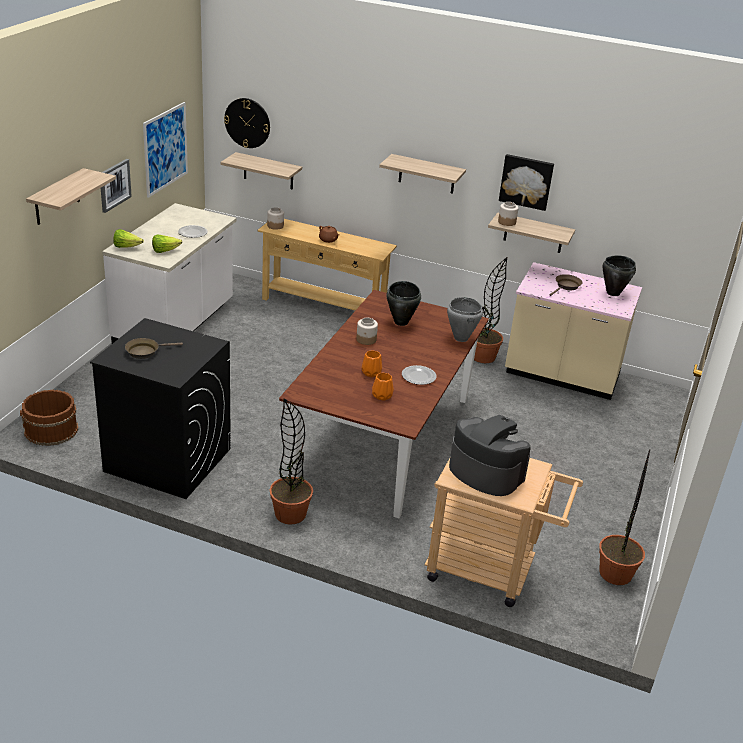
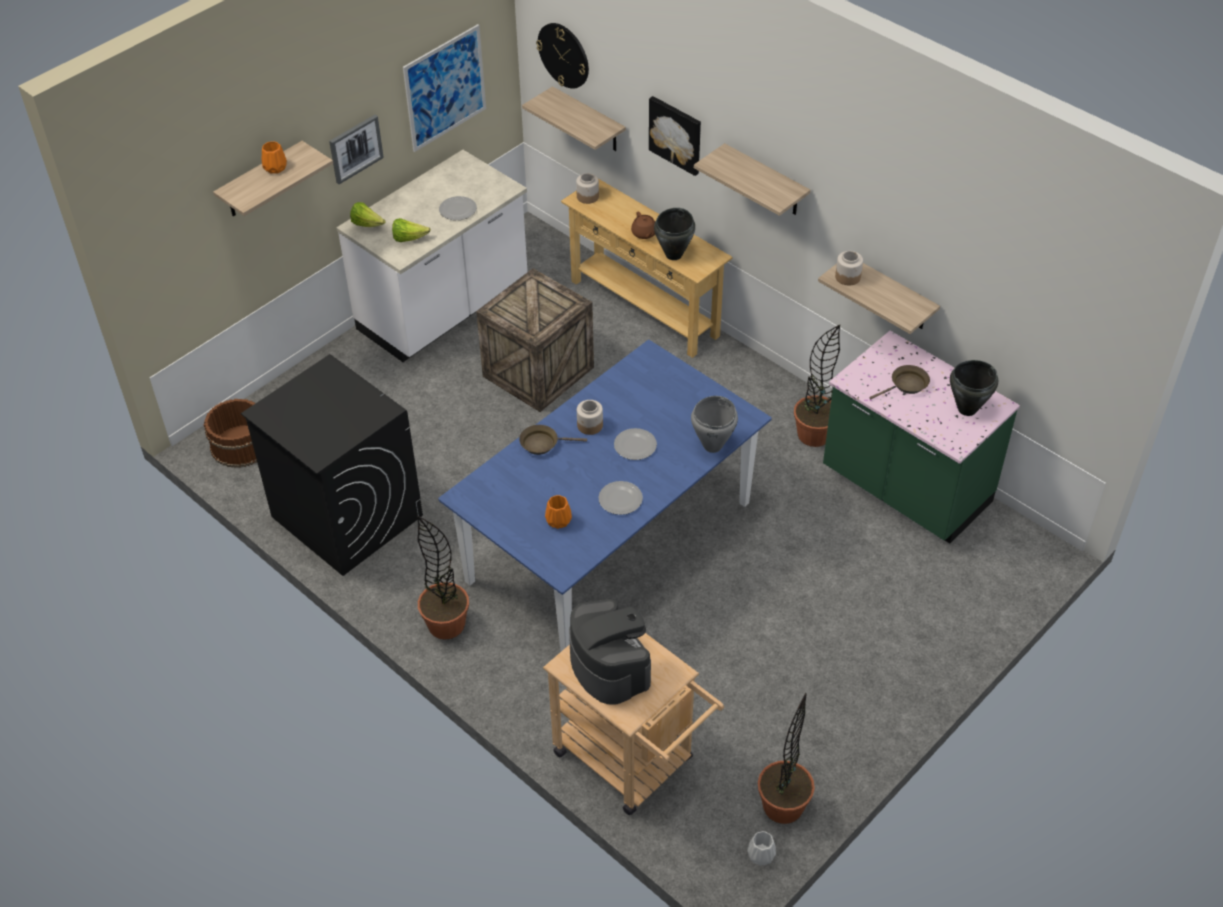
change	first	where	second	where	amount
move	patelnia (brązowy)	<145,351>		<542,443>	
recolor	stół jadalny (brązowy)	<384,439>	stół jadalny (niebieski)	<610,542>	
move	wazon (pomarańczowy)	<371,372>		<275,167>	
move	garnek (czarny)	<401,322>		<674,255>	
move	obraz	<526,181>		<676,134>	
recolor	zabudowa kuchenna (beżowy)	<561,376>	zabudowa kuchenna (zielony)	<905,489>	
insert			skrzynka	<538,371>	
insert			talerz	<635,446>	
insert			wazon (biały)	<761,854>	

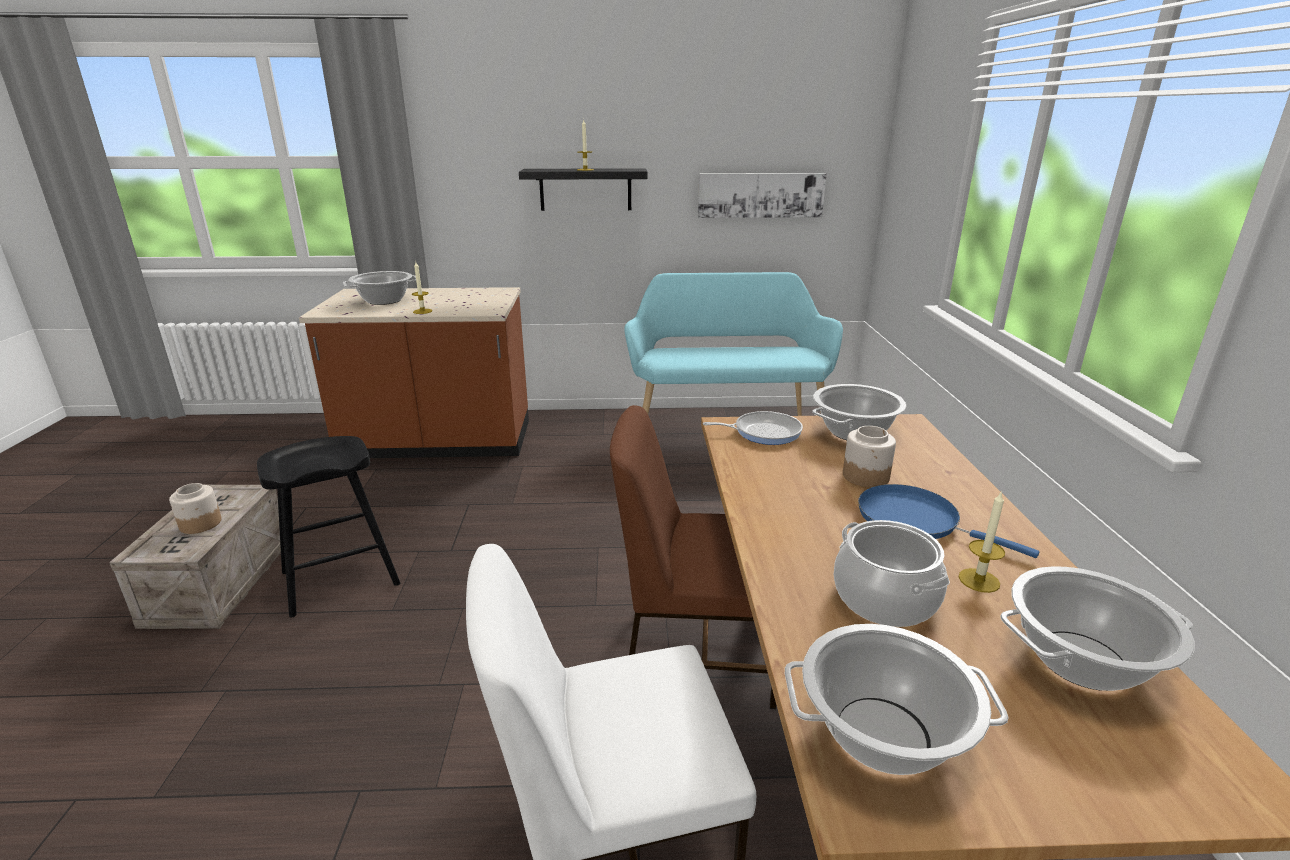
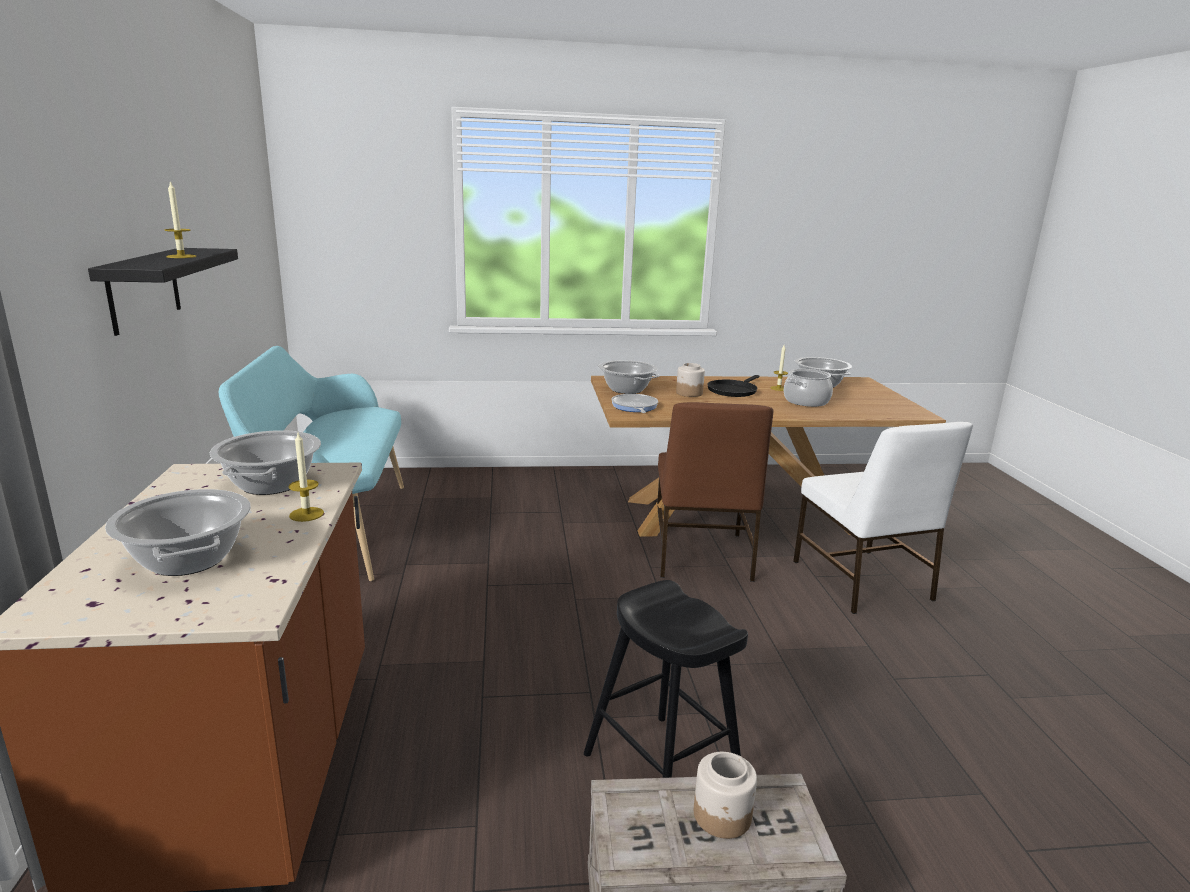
change	first	where	second	where	amount
delete	obraz	<760,195>			
move	garnek	<883,734>		<270,484>	
recolor	patelnia (niebieski)	<915,520>	patelnia (czarny)	<733,390>	

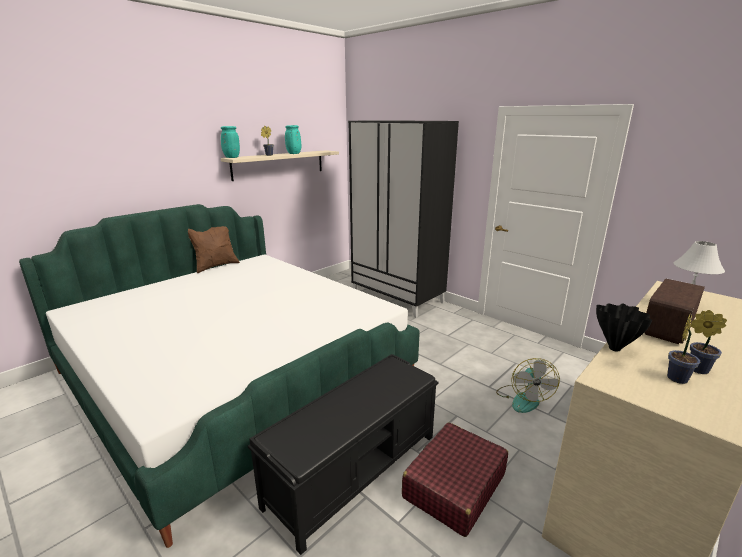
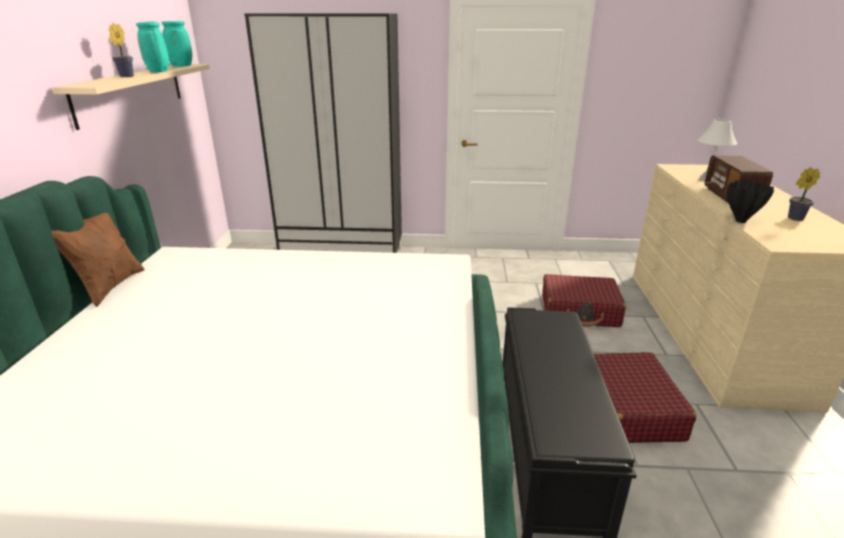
change	first	where	second	where	amount
move	wazon (turkusowy)	<231,157>		<180,66>	
replace	wentylator	<523,398>	walizka (czerwony)	<579,311>	
delete	roślina doniczkowa	<677,377>			

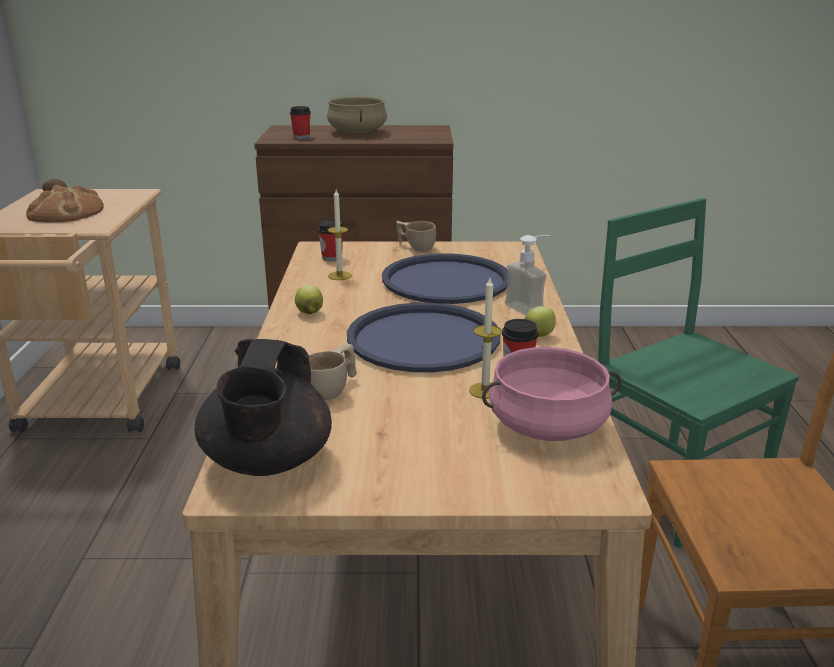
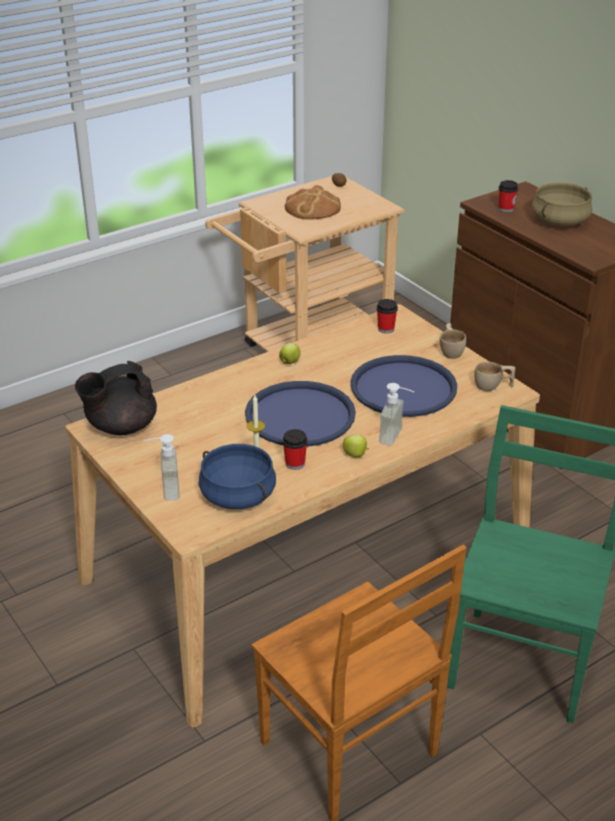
change	first	where	second	where	amount
move	filiżanka (beżowy)	<333,389>		<493,387>	
delete	świeca	<339,276>			
recolor	garnek (różowy)	<547,426>	garnek (niebieski)	<237,496>	
insert			dozownik mydła	<163,489>	

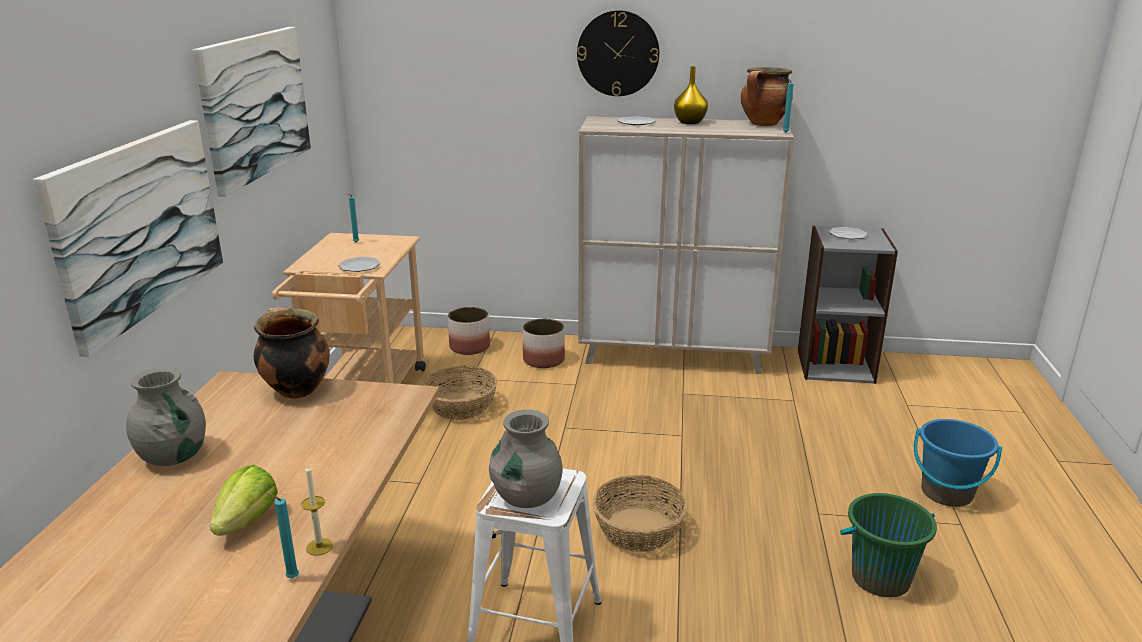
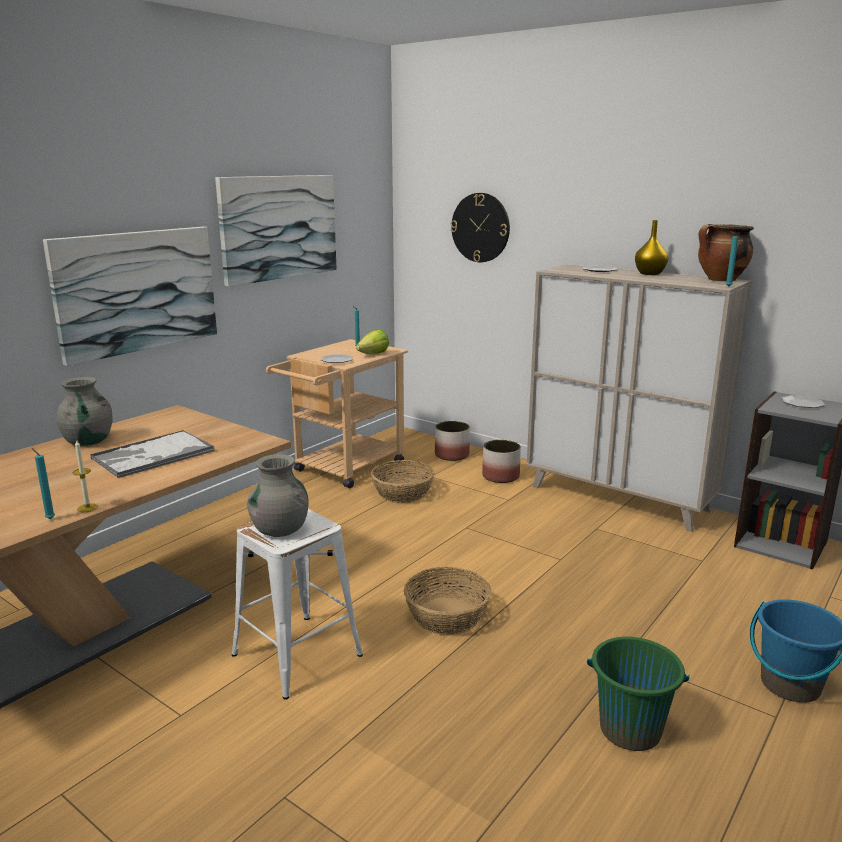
change	first	where	second	where	amount
move	sałata	<247,521>		<373,354>	
delete	garnek	<295,389>			
move	zegar ścienny	<618,53>		<480,227>	
insert			taca	<152,455>	

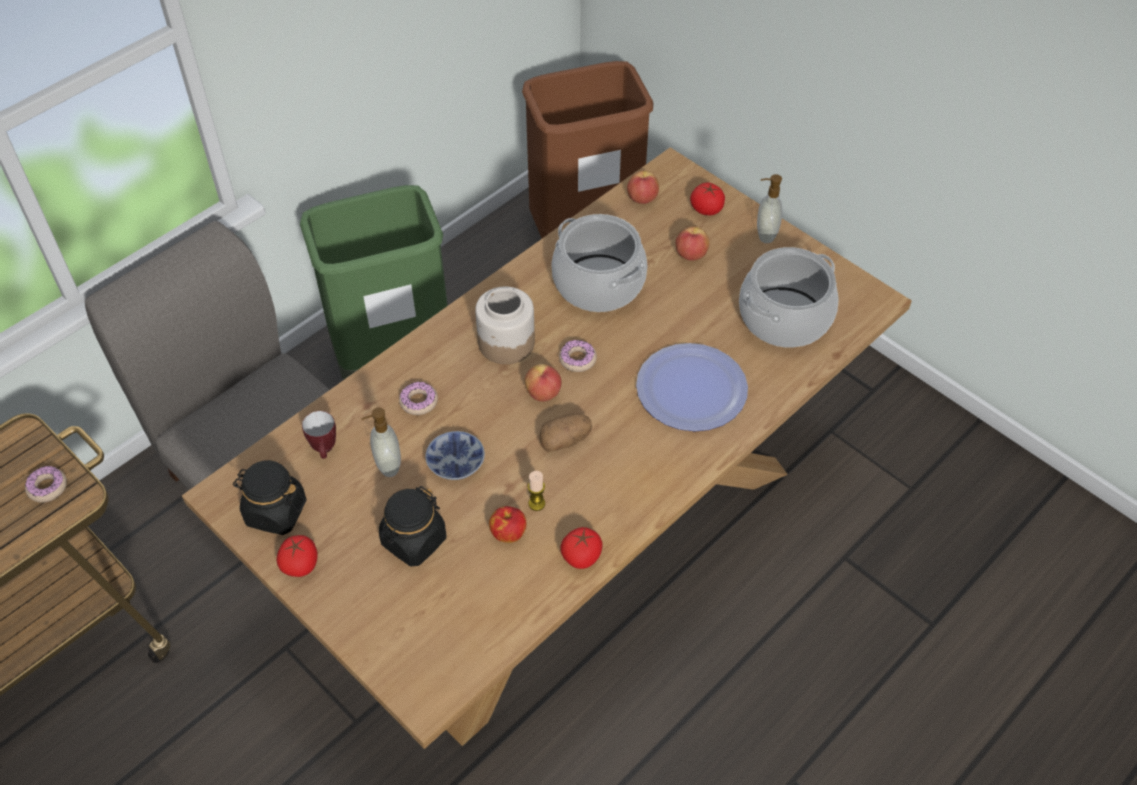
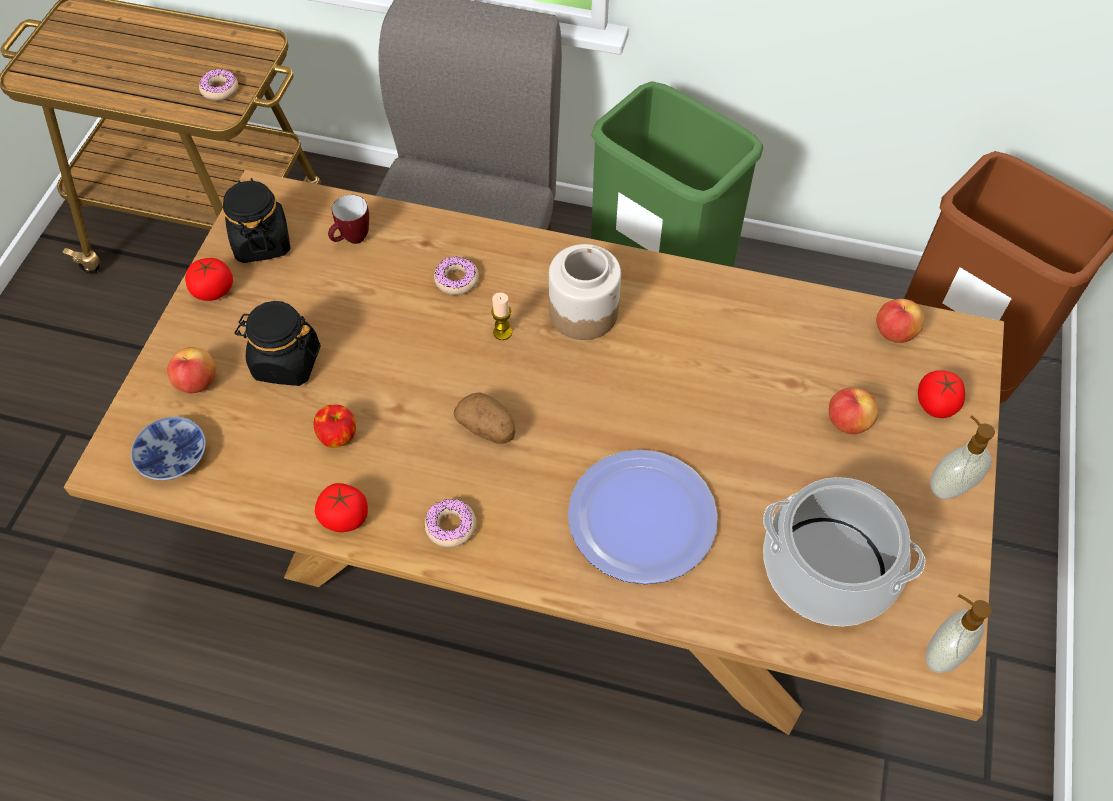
change	first	where	second	where	amount
move	dozownik mydła	<387,465>		<941,653>	
move	miska	<458,463>		<174,459>	
move	jabłko	<543,393>		<197,382>	
move	świeca	<536,503>		<502,332>	
delete	garnek	<598,284>			
move	donut	<577,359>		<450,526>	

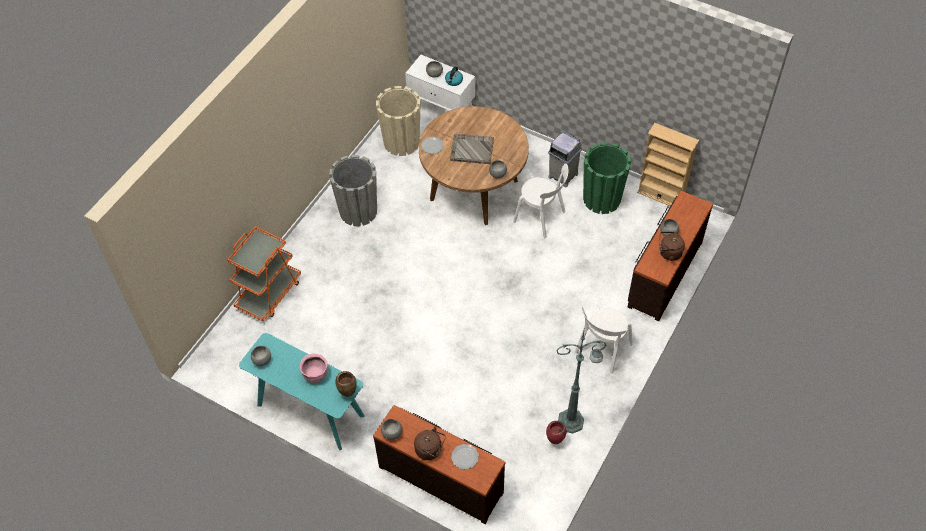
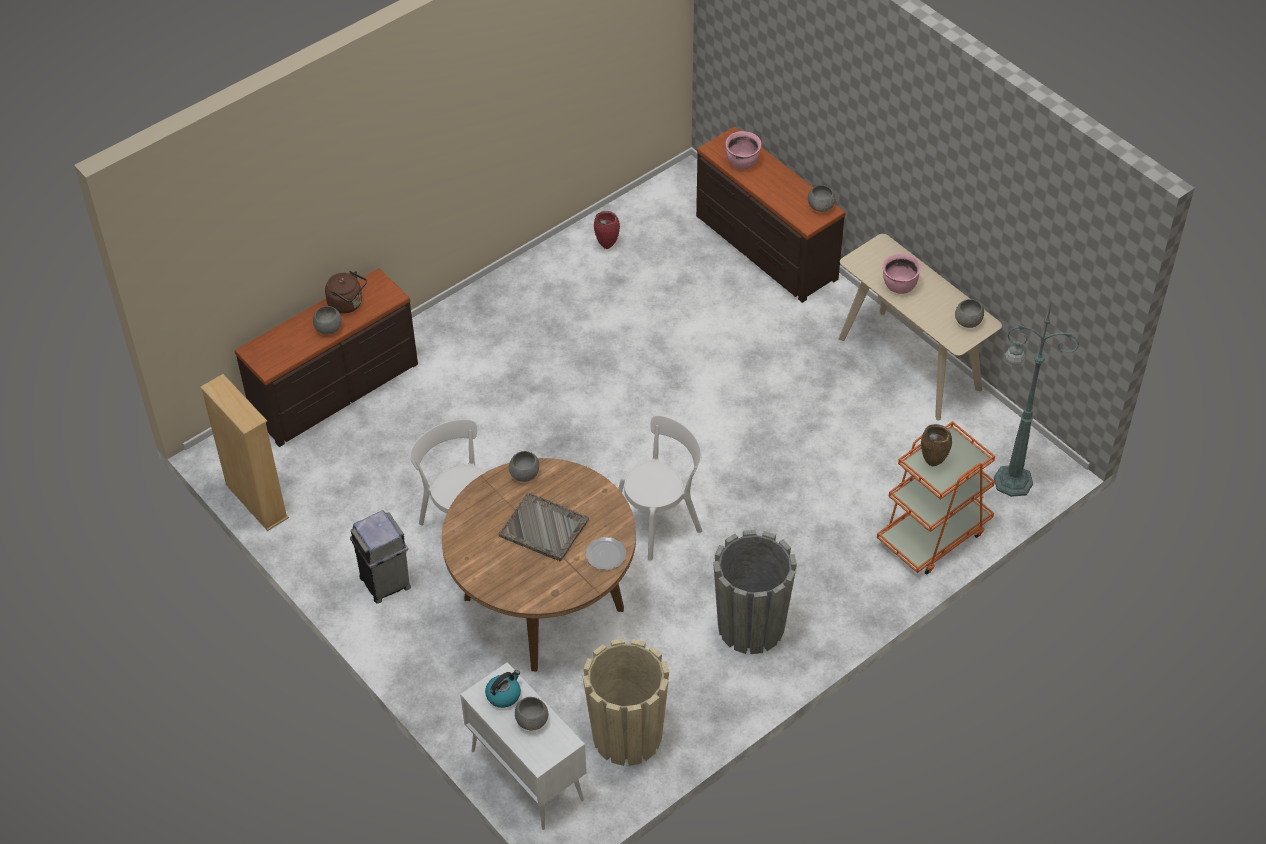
change	first	where	second	where	amount
recolor	stolik konsolowy (turkusowy)	<310,410>	stolik konsolowy (beżowy)	<910,363>	
move	wazon (brązowy)	<348,394>		<933,463>	
delete	czajnik (brązowy)	<430,450>			
replace	talerz	<464,457>	garnek (różowy)	<742,163>	
move	lampa stojąca (zielony)	<572,421>		<1010,480>	
move	krzesło (biały)	<602,350>		<660,522>	
delete	donica (zielony)	<601,199>			

